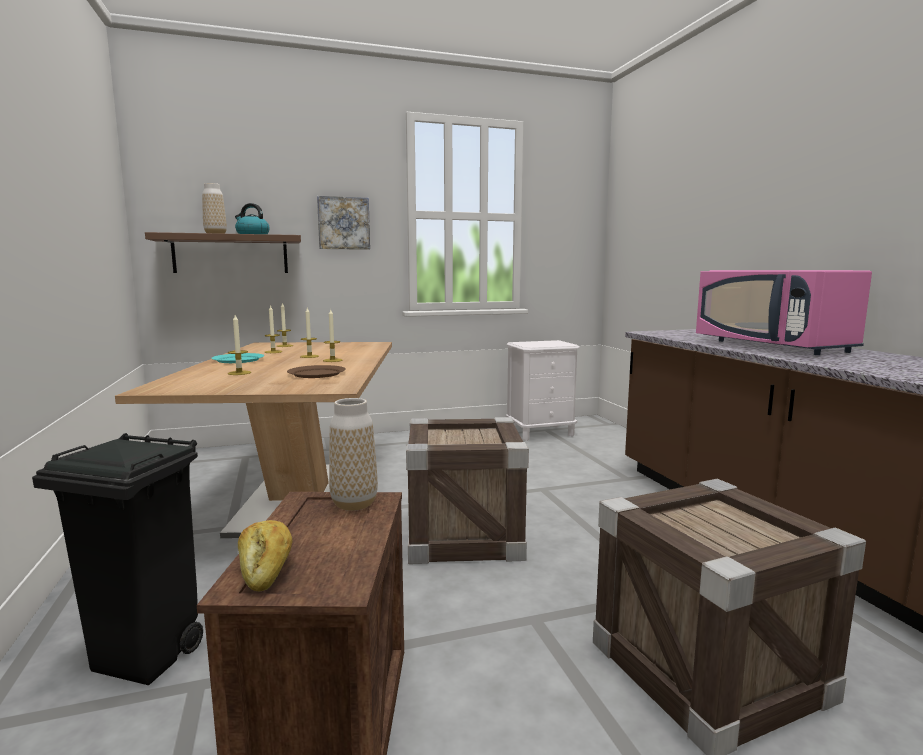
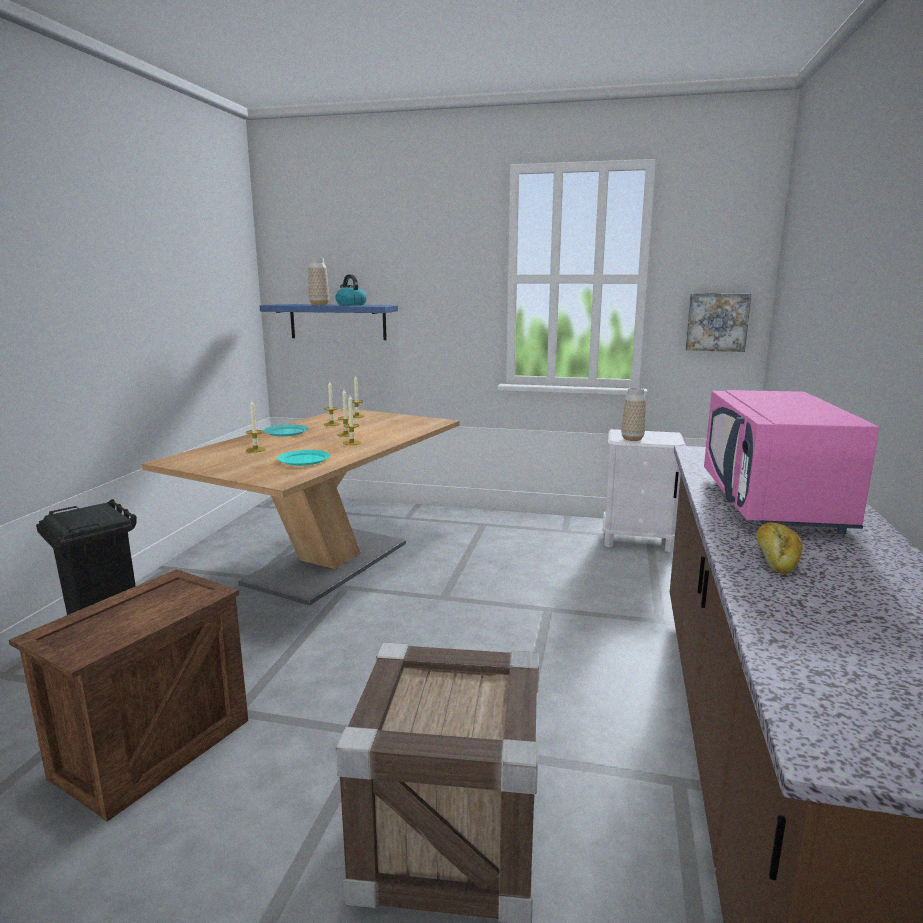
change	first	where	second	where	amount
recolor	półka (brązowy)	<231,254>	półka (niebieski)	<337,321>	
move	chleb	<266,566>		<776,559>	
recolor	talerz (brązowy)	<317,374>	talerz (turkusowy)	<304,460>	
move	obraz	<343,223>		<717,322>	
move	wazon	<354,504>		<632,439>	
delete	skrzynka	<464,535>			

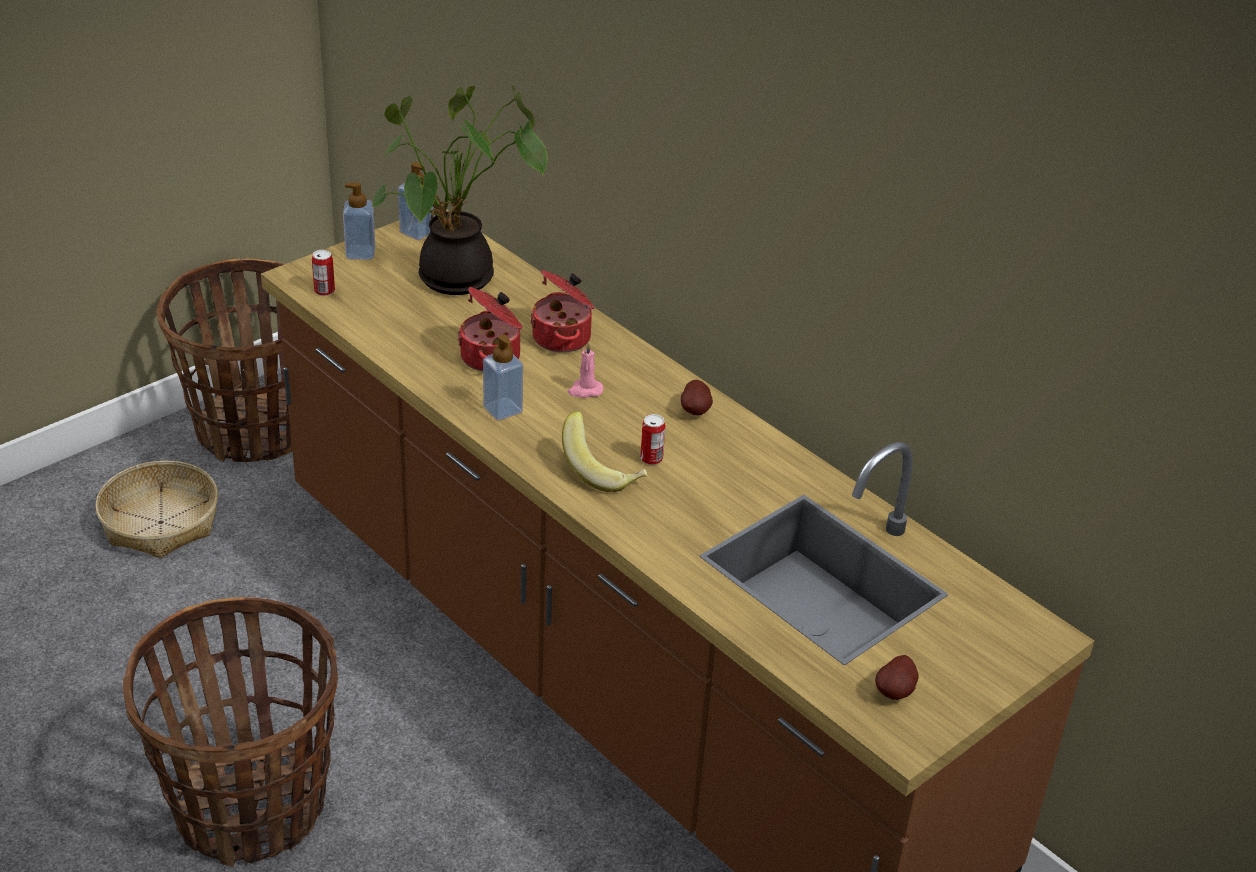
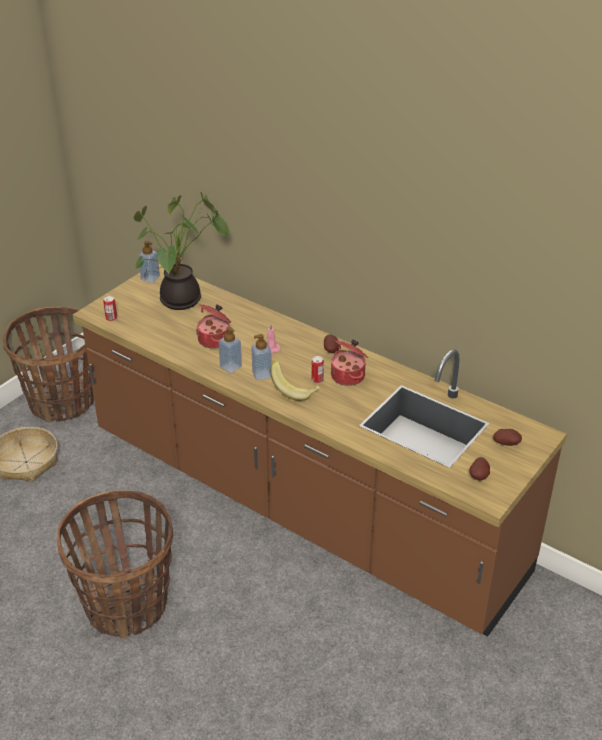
change	first	where	second	where	amount
move	dozownik mydła	<360,253>		<262,374>	
move	garnek	<563,338>		<349,376>	
insert			ziemniak	<506,443>	

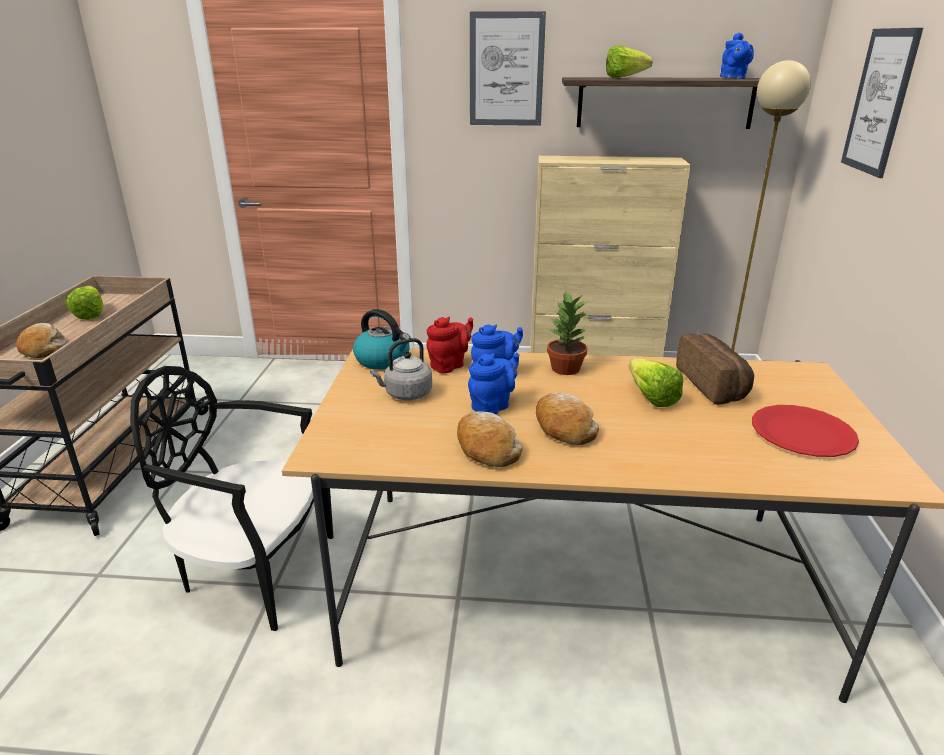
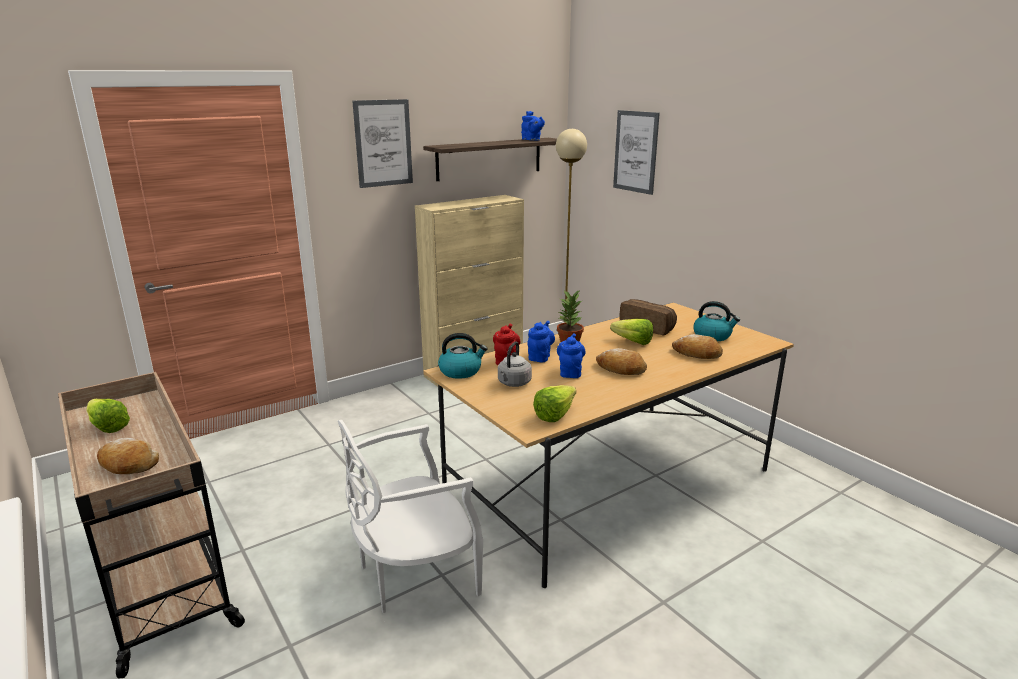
change	first	where	second	where	amount
recolor	krzesło (czarny)	<255,570>	krzesło (biały)	<414,574>	
move	chleb	<486,448>		<697,354>	
move	sałata	<628,77>		<558,414>	
replace	talerz (czerwony)	<802,433>	czajnik	<712,336>	

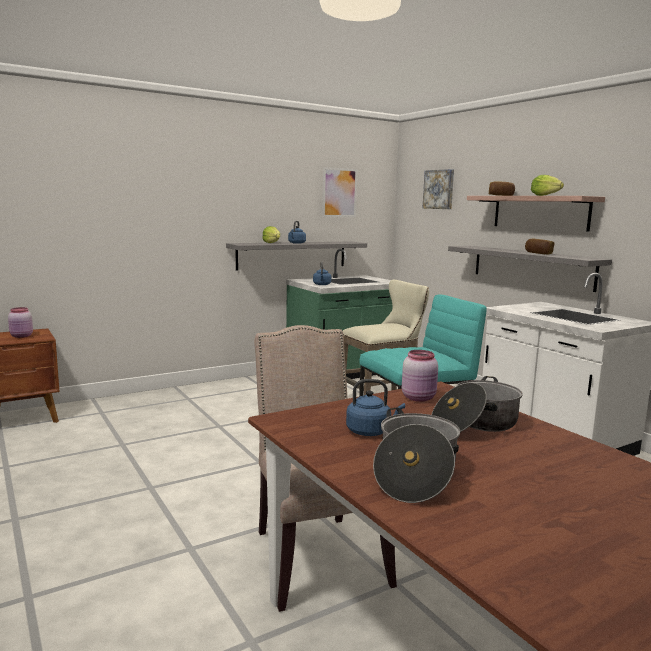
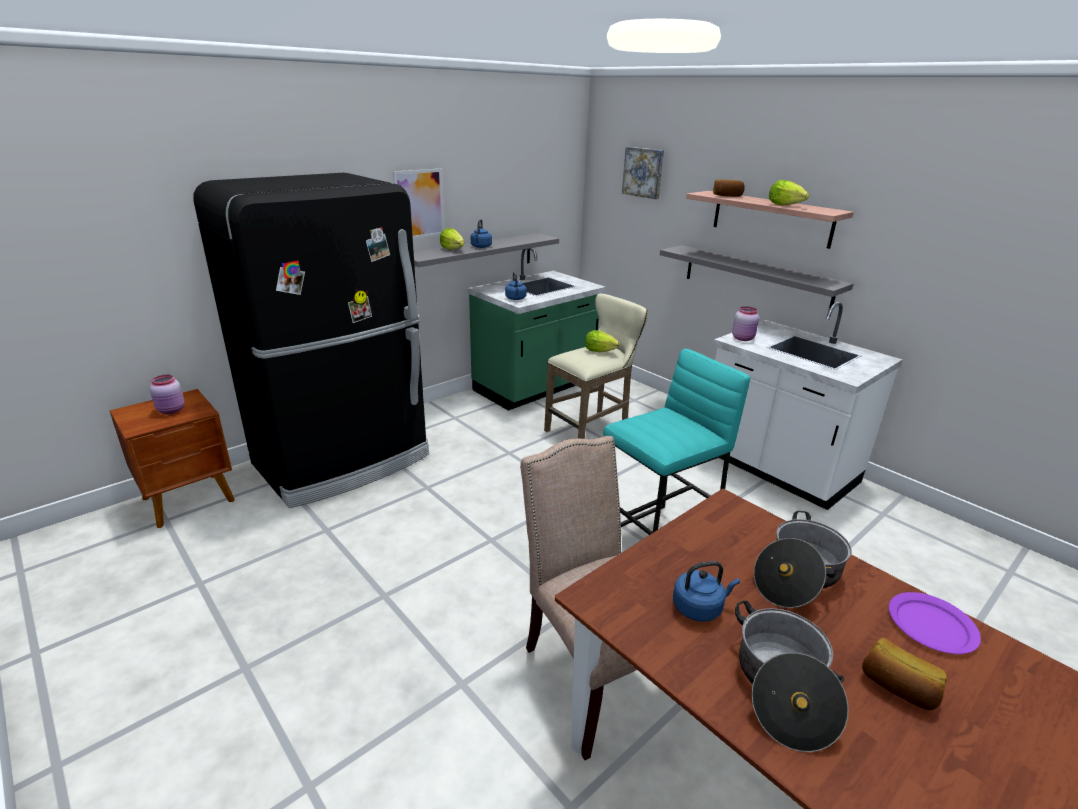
change	first	where	second	where	amount
move	obraz	<339,192>		<419,204>	
move	słoik (różowy)	<419,398>		<743,338>	
move	chleb	<538,253>		<898,688>	
insert			lodówka (czarny)	<344,460>	
insert			sałata	<599,351>	
insert			talerz (fioletowy)	<932,625>	

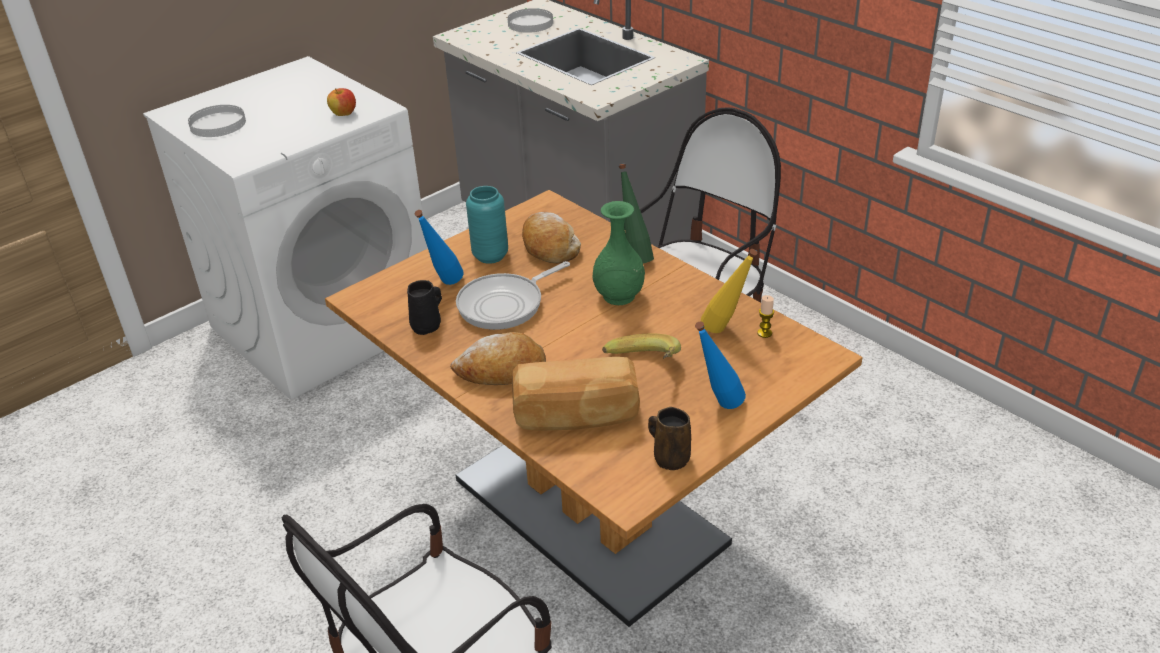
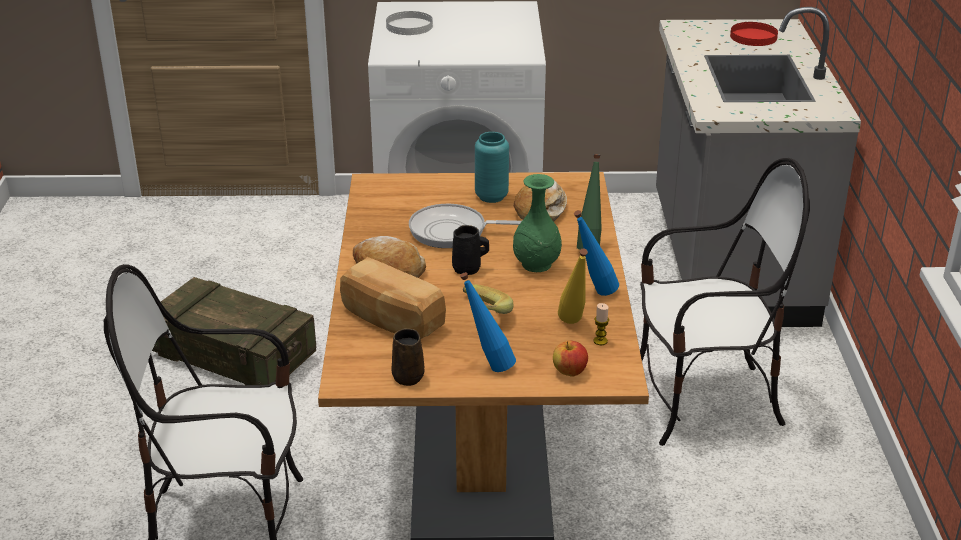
change	first	where	second	where	amount
move	jabłko	<343,114>		<569,372>	
move	kubek (czarny)	<427,326>		<468,269>	
move	butelka (niebieski)	<444,286>		<594,293>	
recolor	talerz (biały)	<530,23>	talerz (czerwony)	<753,37>	
insert			skrzynka	<233,356>	

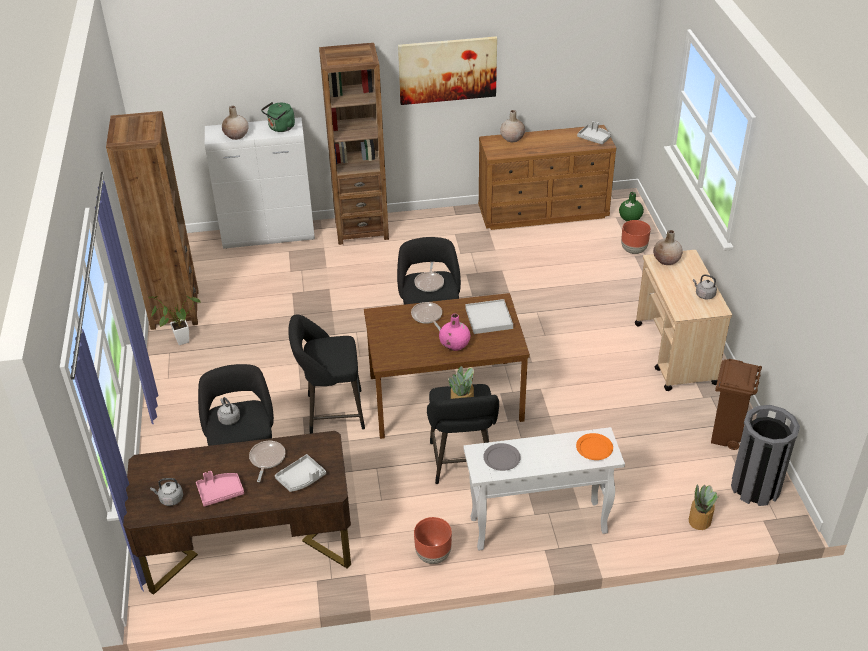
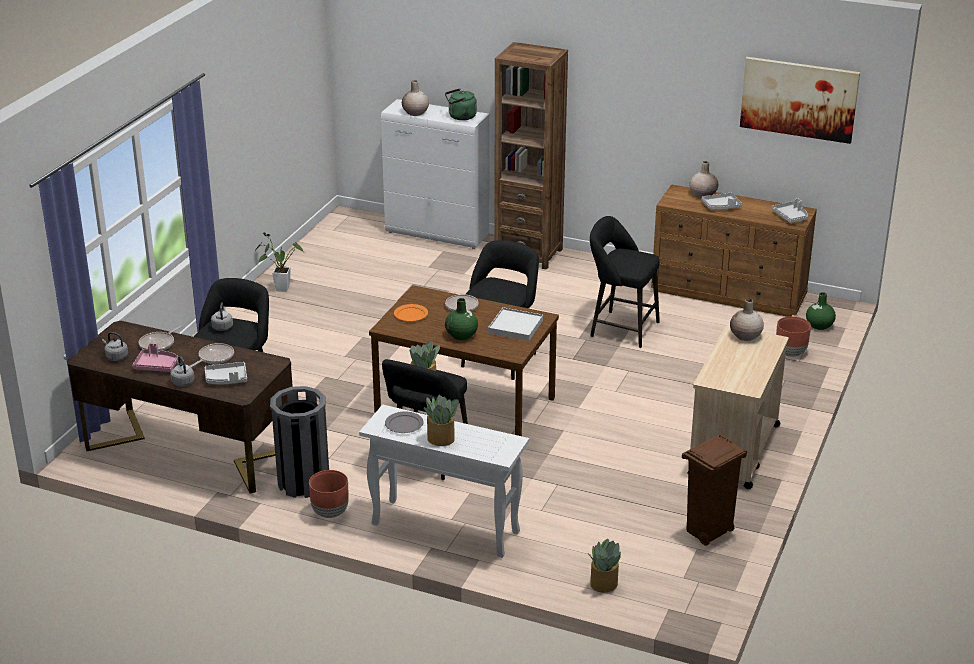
change	first	where	second	where	amount
delete	regał (brązowy)	<174,310>			
move	stołek (czarny)	<331,412>		<620,329>	
move	obraz	<447,70>		<799,99>	
move	patelnia	<429,283>		<159,344>	
recolor	wazon (różowy)	<455,345>	wazon (zielony)	<461,335>	
move	talerz (pomarańczowy)	<594,448>		<410,314>	
move	czajnik (szary)	<704,295>		<182,381>	
move	kosz na śmieci (szary)	<755,487>		<303,482>	
insert			roślina doniczkowa	<441,439>	
insert			taca (szary)	<721,206>	

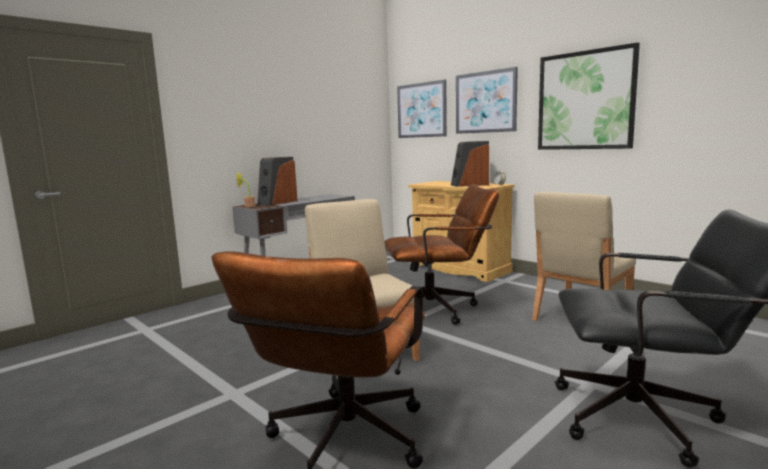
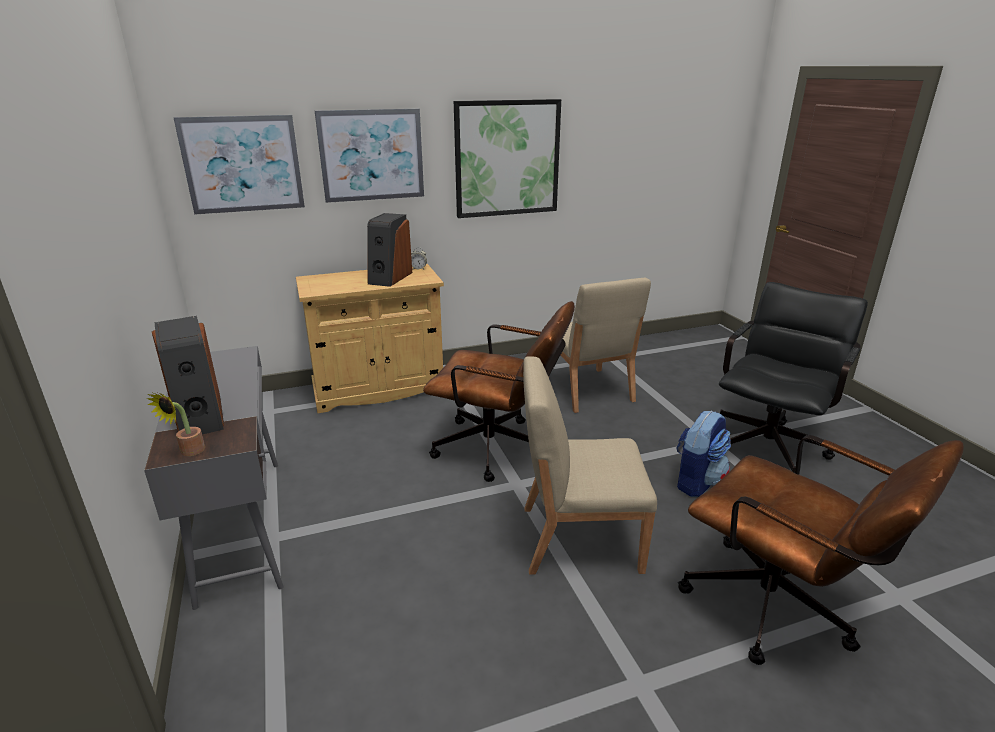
change	first	where	second	where	amount
rotate	krzesło biurowe (brązowy)	<439,309>		<500,450>	90 degrees clockwise
insert			plecak	<697,481>	

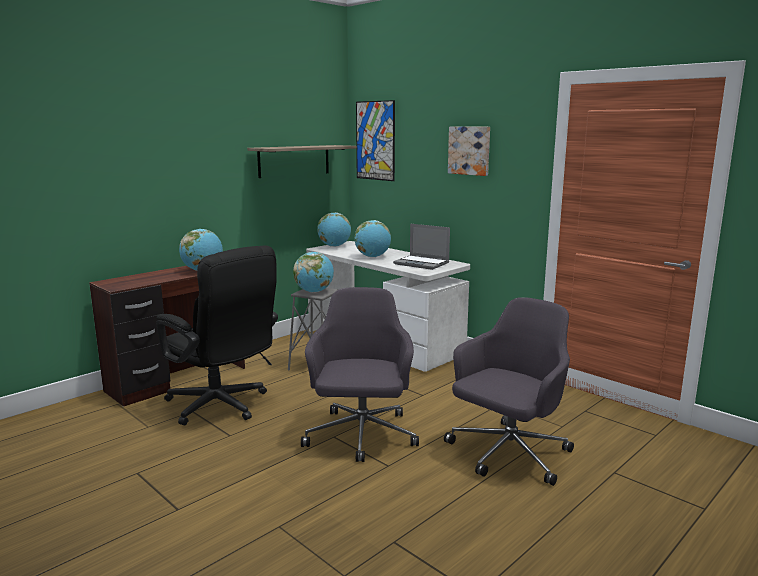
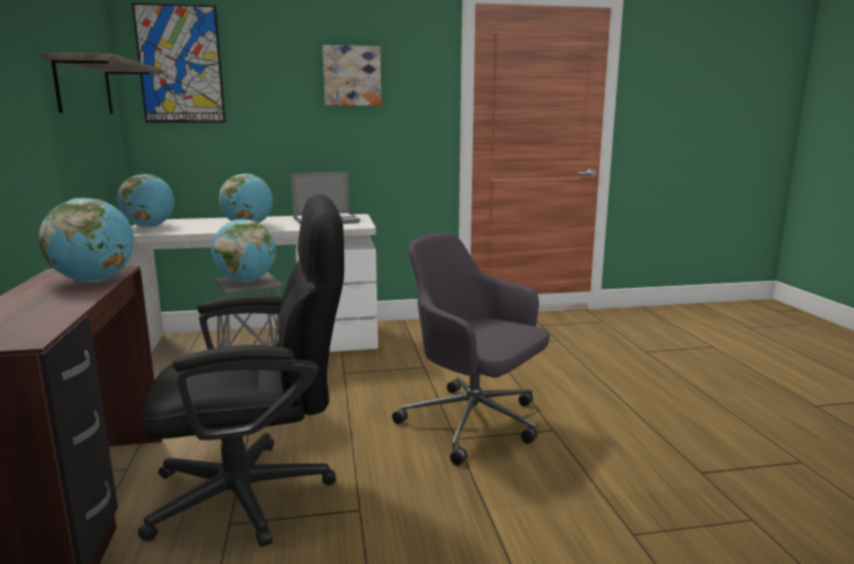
change	first	where	second	where	amount
delete	krzesło biurowe (szary)	<508,454>			

